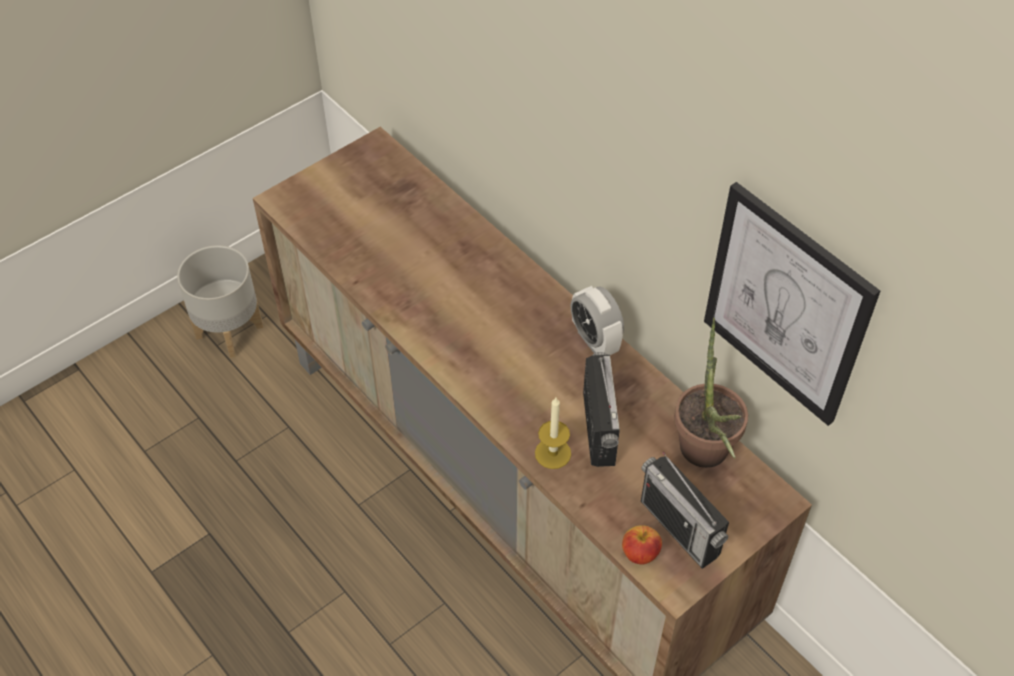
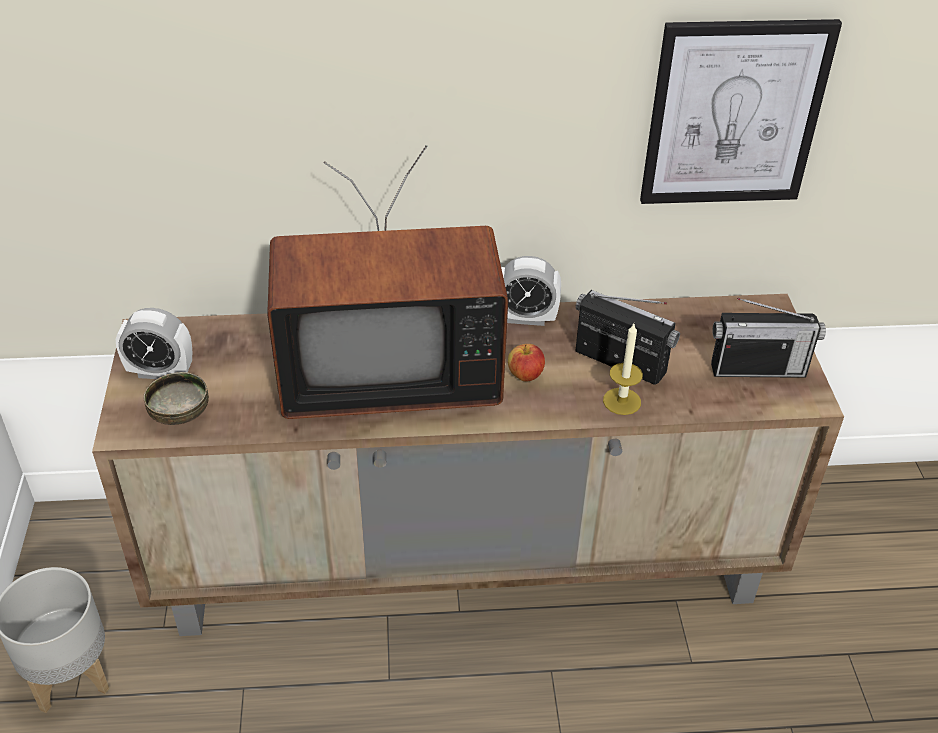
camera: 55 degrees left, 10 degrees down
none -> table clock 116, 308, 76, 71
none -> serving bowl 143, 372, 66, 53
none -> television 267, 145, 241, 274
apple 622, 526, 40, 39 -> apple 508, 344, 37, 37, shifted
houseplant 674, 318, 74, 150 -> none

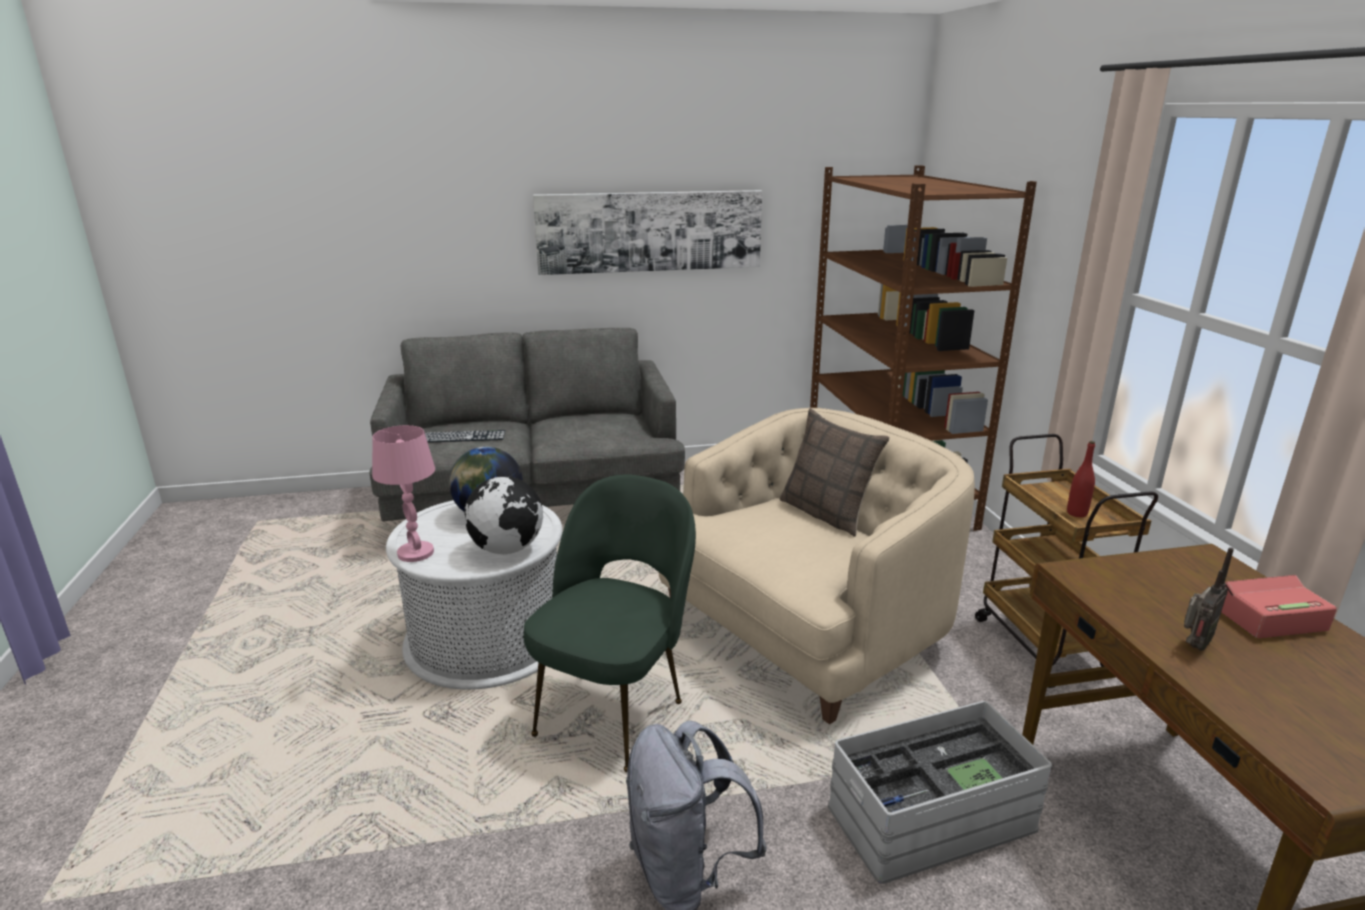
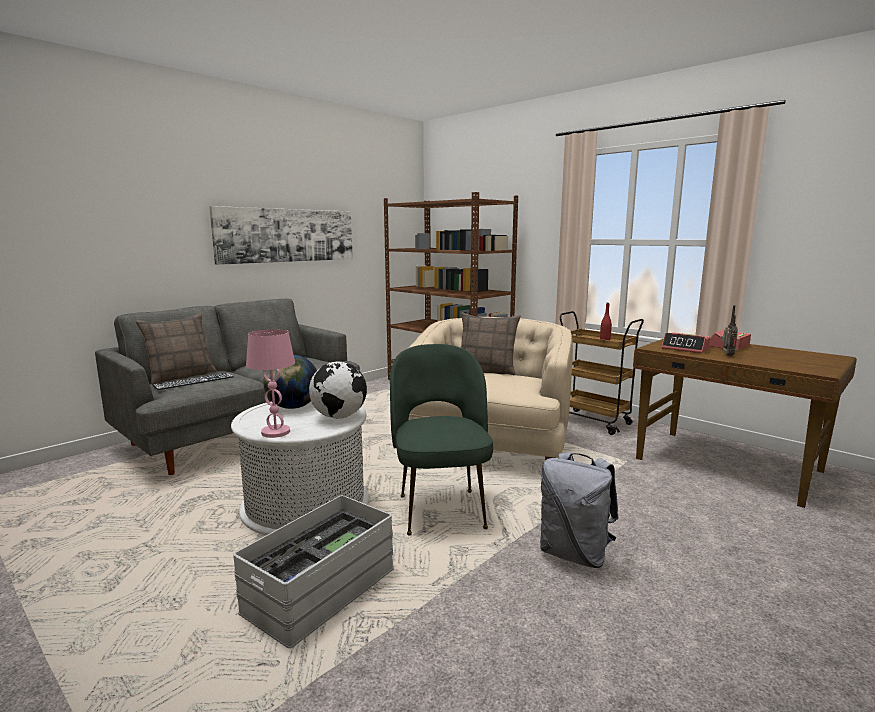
camera: 35 degrees left, 10 degrees down
none -> cushion 135, 314, 82, 71
storage bin (grey) 828, 701, 224, 183 -> storage bin (grey) 233, 495, 161, 153, shifted
none -> table clock 662, 332, 48, 21

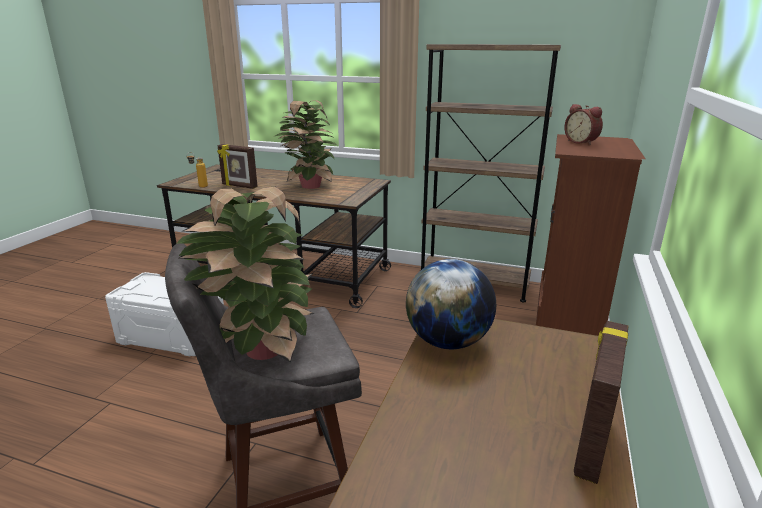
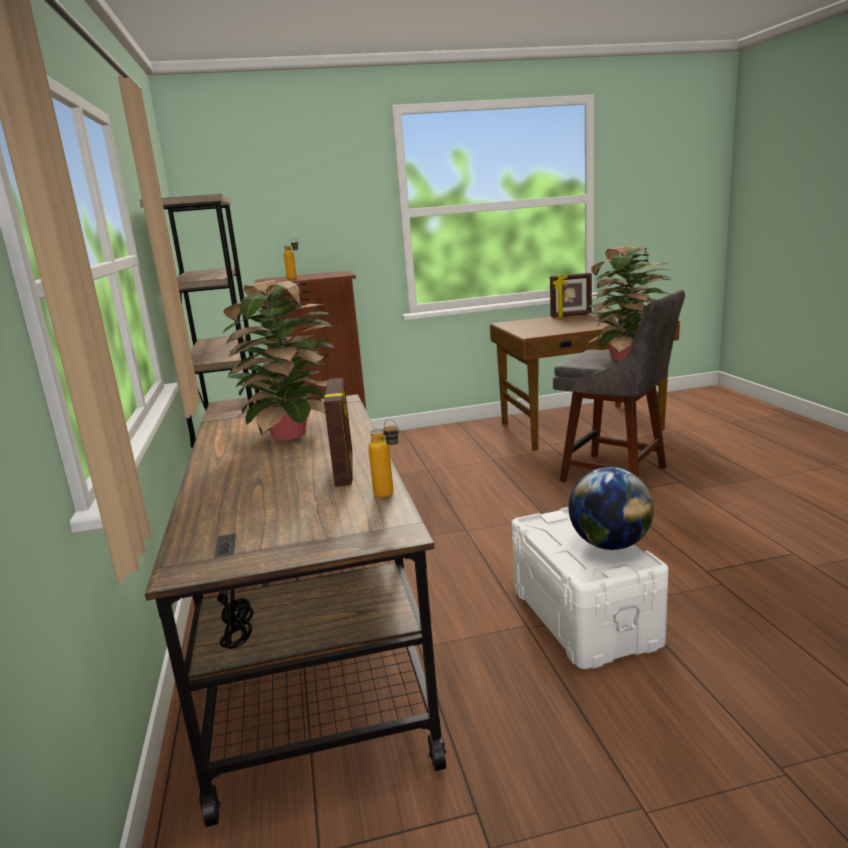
camera: 120 degrees left, 5 degrees down
table clock 564, 104, 39, 41 -> drink bottle 284, 238, 14, 42
world globe 406, 259, 90, 90 -> world globe 569, 467, 85, 83, shifted

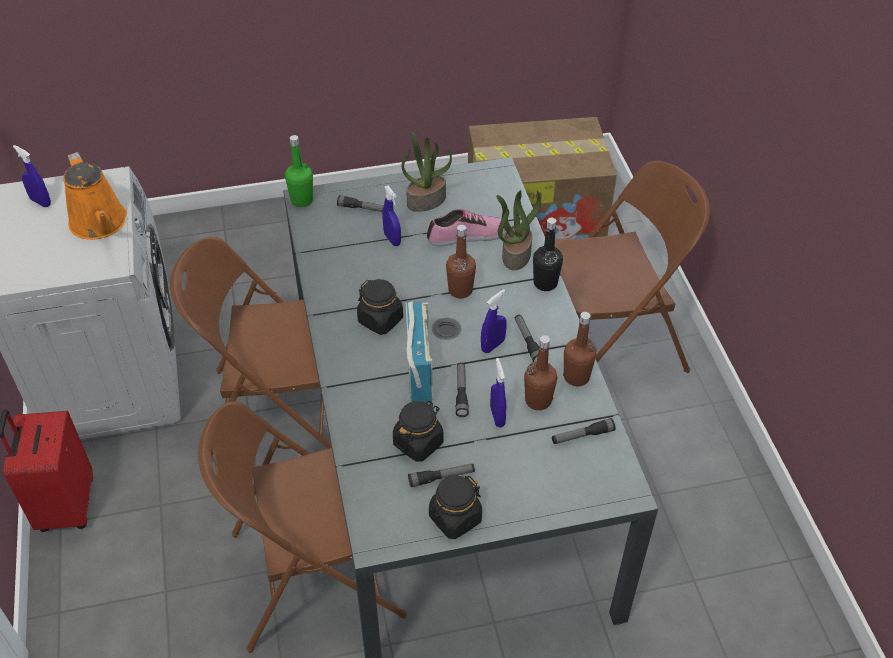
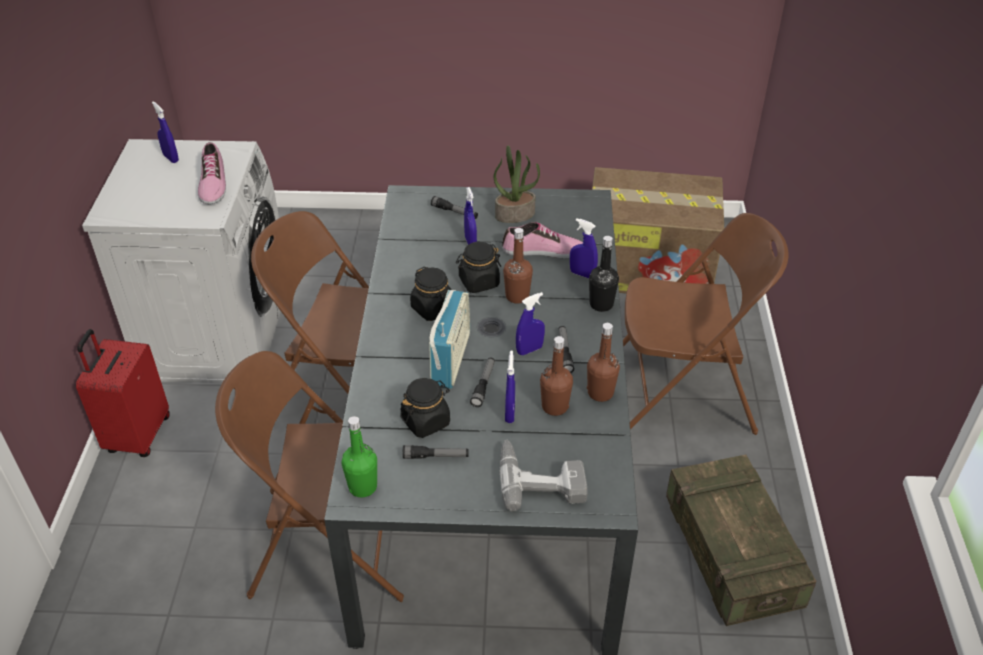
camera: 15 degrees right, 5 degrees down
watering pot (orangey) 63, 152, 64, 88 -> shoe 198, 142, 28, 63
drink bottle (greenish) 285, 135, 28, 72 -> drink bottle (greenish) 342, 416, 35, 82, shifted
jar (black-coloured) 429, 475, 53, 64 -> jar (black-coloured) 456, 242, 45, 51, shifted
none -> power drill 499, 440, 88, 71
houseplant 496, 190, 45, 80 -> hand sprayer (blue-coloured) 570, 218, 28, 60
none -> shipping crate 666, 455, 150, 171
torch 552, 418, 63, 26 -> none

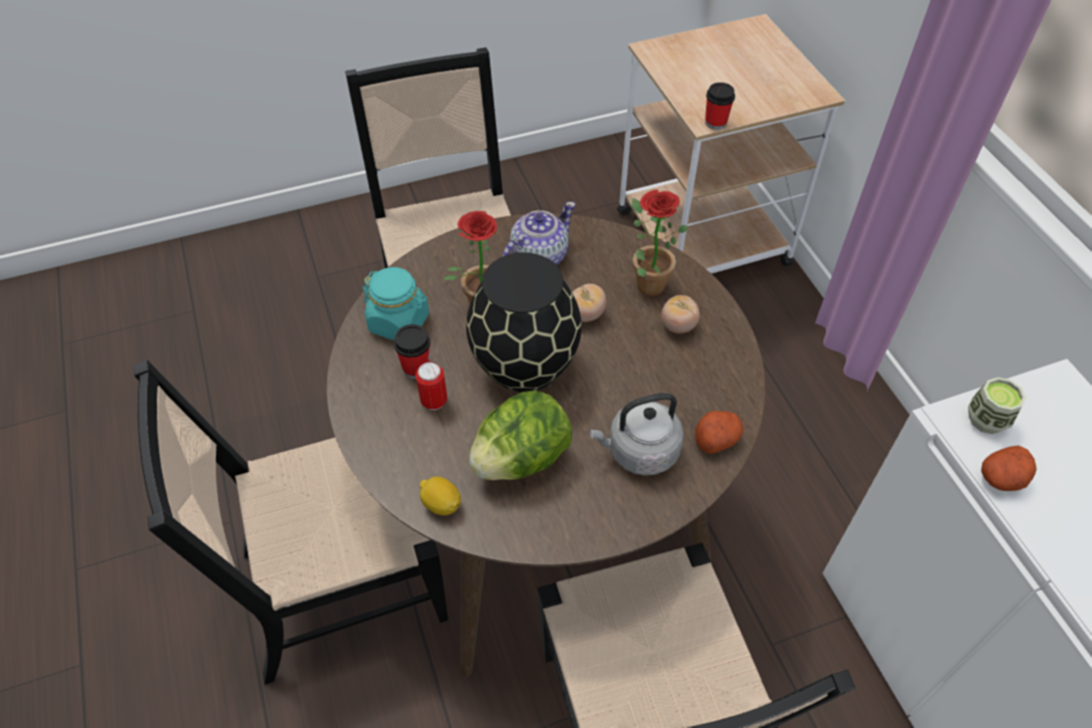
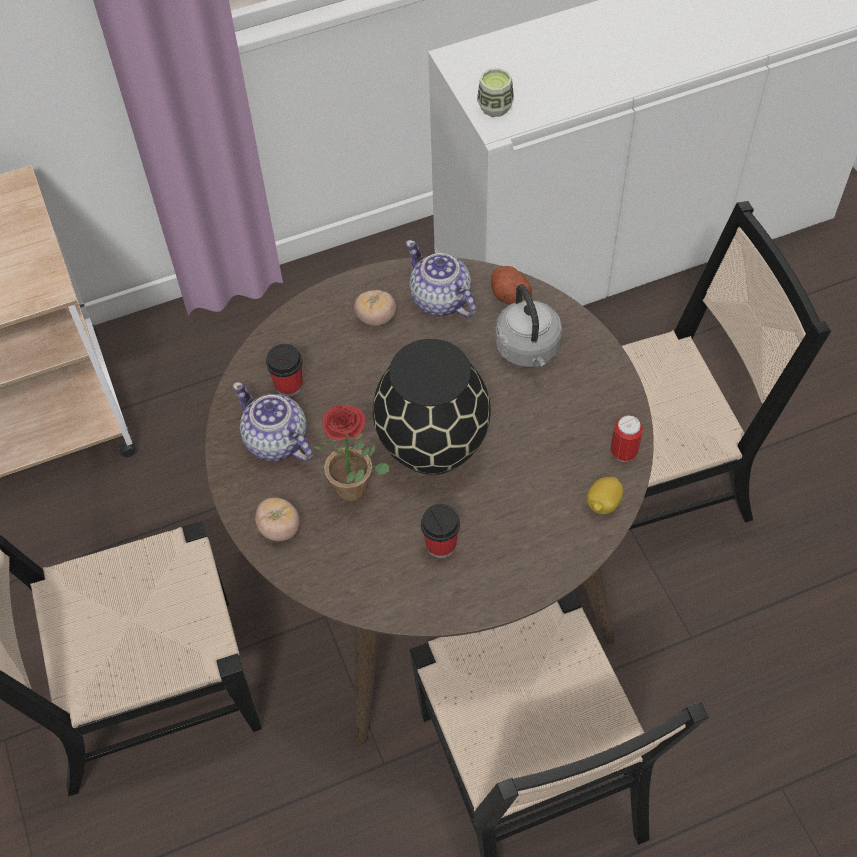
camera: 90 degrees left, 5 degrees up
whole tomato 572, 284, 34, 38 -> whole tomato 255, 497, 45, 44, shifted
cup 705, 82, 30, 48 -> cup 266, 344, 37, 53, shifted
none -> pot for tea 406, 240, 70, 78
can 416, 362, 31, 48 -> can 611, 415, 32, 47, shifted
jar (turquoise) 362, 267, 67, 73 -> none
head of lettuce 469, 391, 104, 89 -> none
houseplant 632, 189, 56, 107 -> none
whole potato 981, 446, 55, 45 -> none

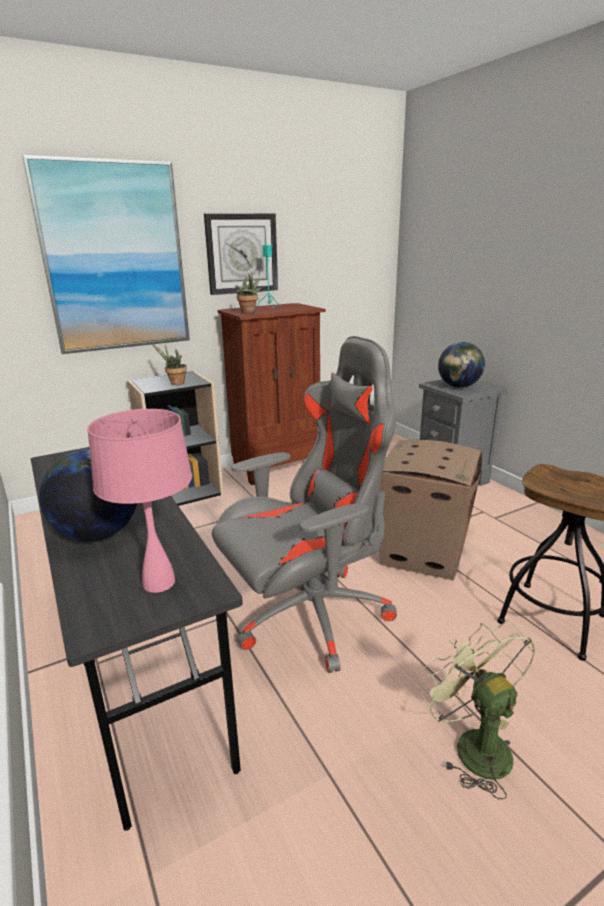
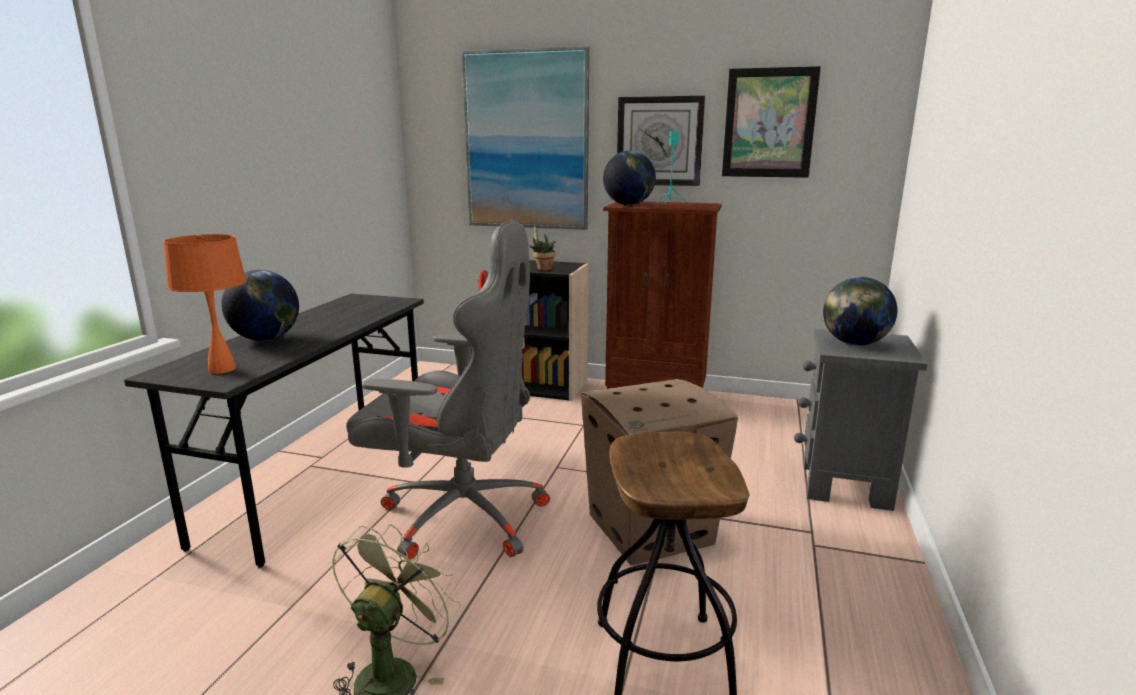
camera: 45 degrees right, 5 degrees down
lamp for a table (pink-coloured) 87, 409, 105, 184 -> lamp for a table (orangey) 163, 234, 83, 140
houseplant 235, 273, 27, 40 -> world globe 603, 151, 53, 54
none -> wall art 722, 66, 99, 112

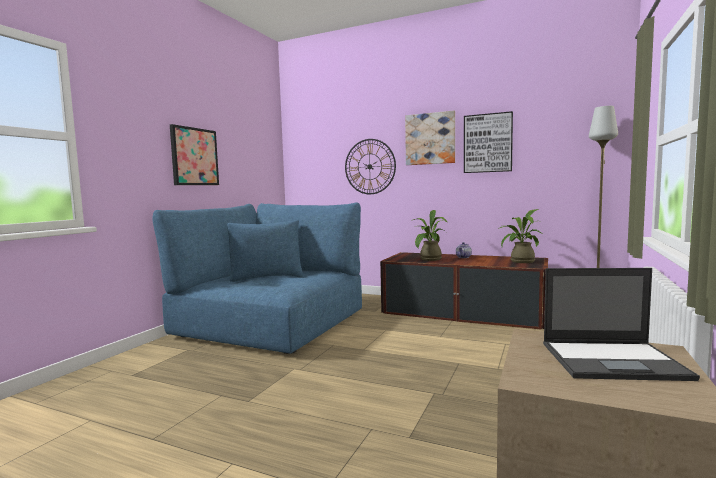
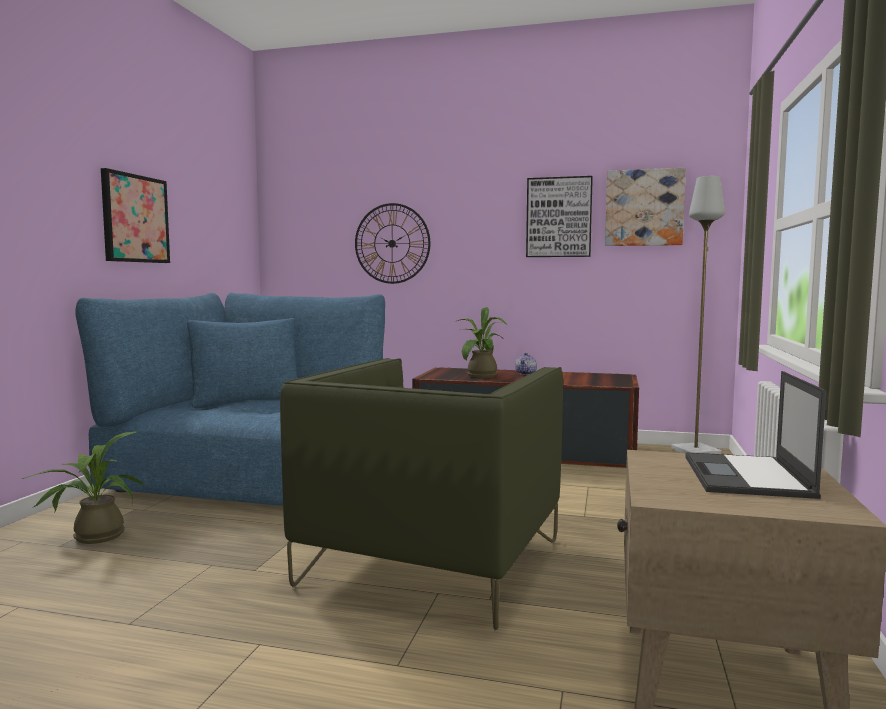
camera: 10 degrees left, 0 degrees up
houseplant 498, 209, 46, 54 -> houseplant 22, 431, 123, 113, shifted
none -> easy chair (greenish) 280, 358, 283, 273
wall art 405, 111, 50, 54 -> wall art 605, 168, 81, 78, shifted
laptop 543, 268, 157, 113 -> laptop 685, 371, 141, 128, 105 degrees clockwise

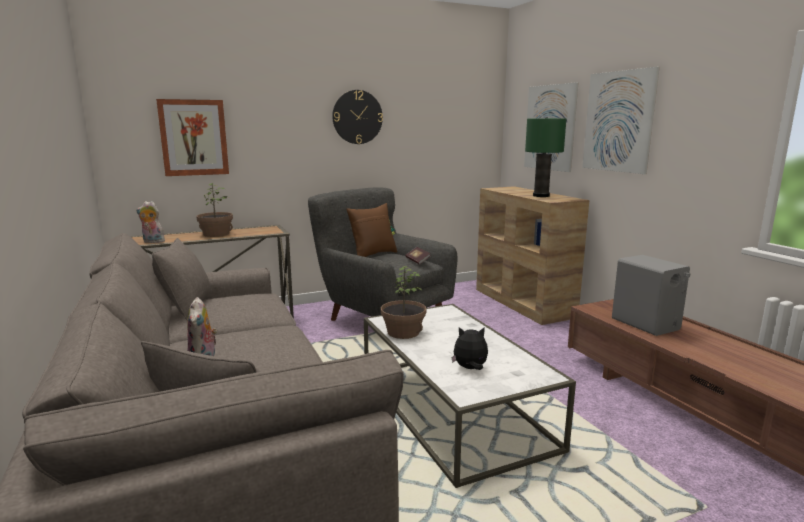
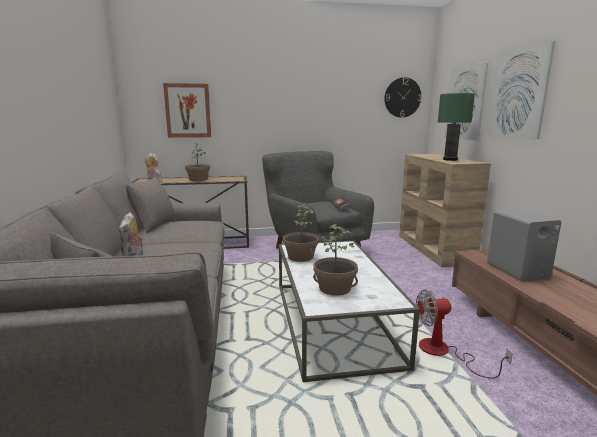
camera: 15 degrees right, 0 degrees up
cuddly toy 451, 327, 37, 43 -> houseplant 313, 224, 45, 72
hanging clock 332, 90, 51, 54 -> hanging clock 385, 77, 37, 41, shifted
none -> cooling fan 416, 289, 97, 90
cushion (brown) 346, 203, 51, 54 -> none

